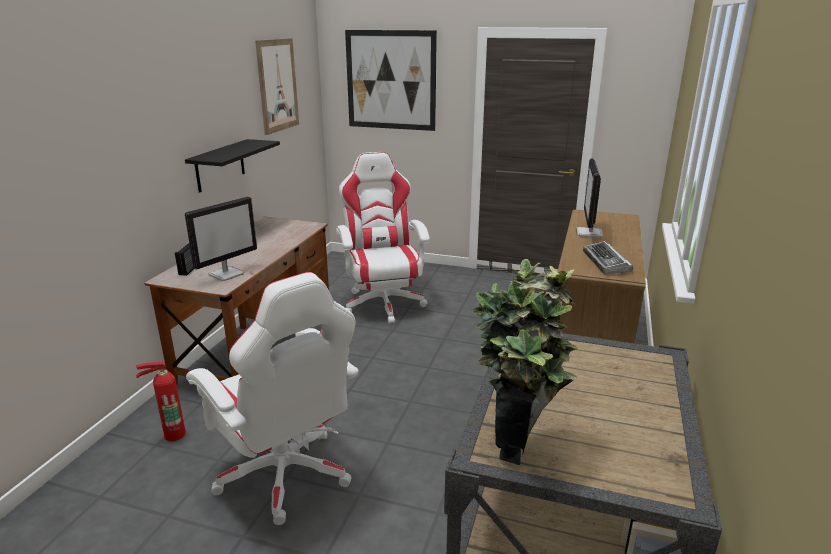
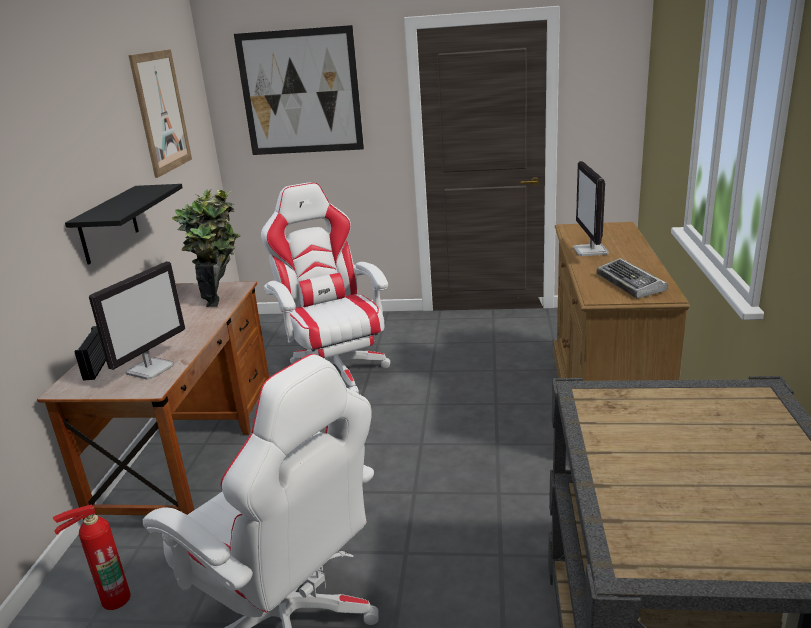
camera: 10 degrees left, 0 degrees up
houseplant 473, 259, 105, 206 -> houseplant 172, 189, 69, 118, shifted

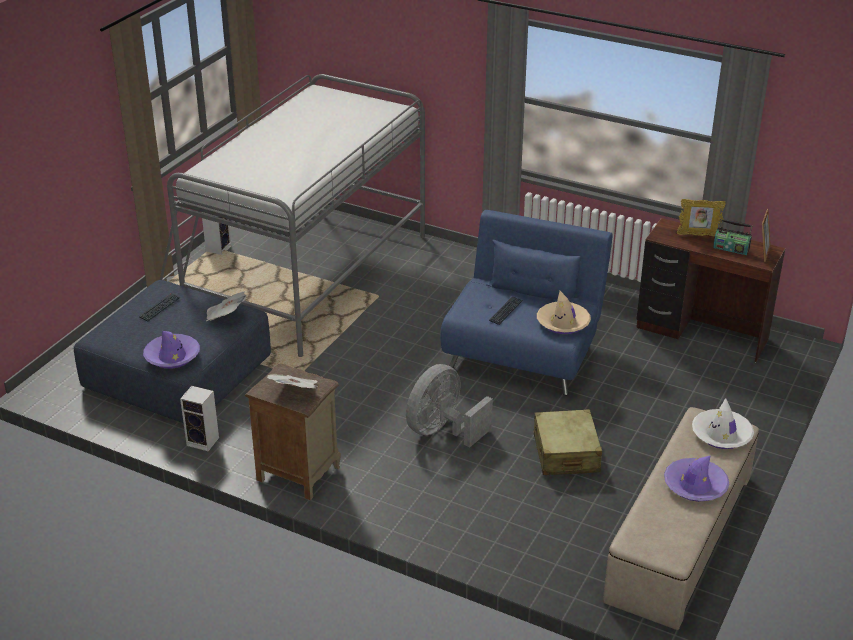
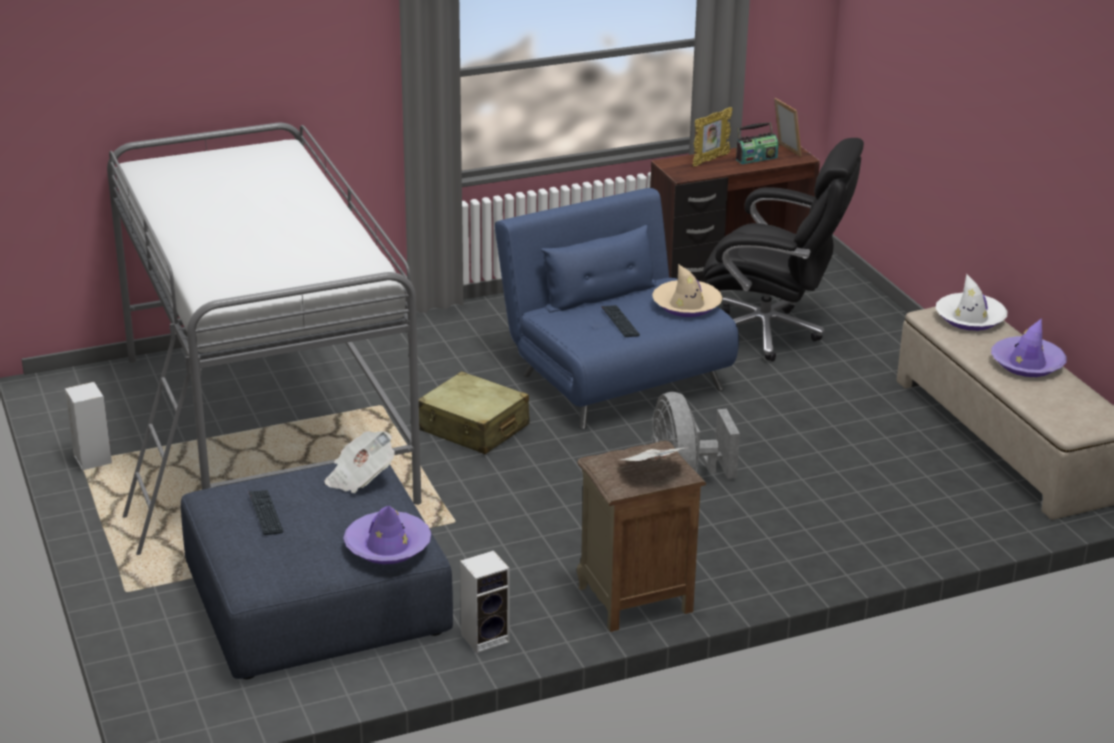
camera: 50 degrees left, 5 degrees down
suitcase (sand-coloured) 533, 409, 69, 66 -> suitcase (sand-coloured) 419, 371, 110, 83, shifted
none -> computer chair (black-coloured) 703, 138, 161, 224

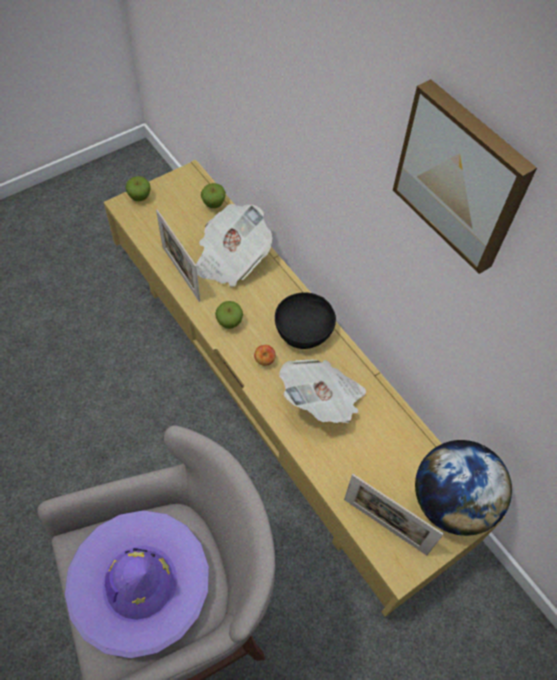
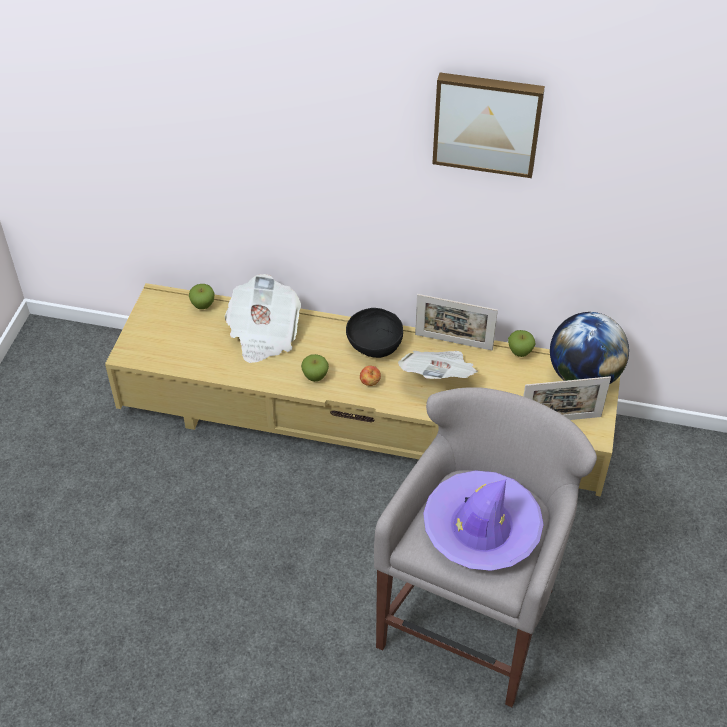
camera: 40 degrees left, 10 degrees down
photo frame 156, 210, 44, 92 -> photo frame 415, 294, 83, 57, shifted
apple 126, 176, 25, 25 -> apple 508, 330, 27, 27, shifted

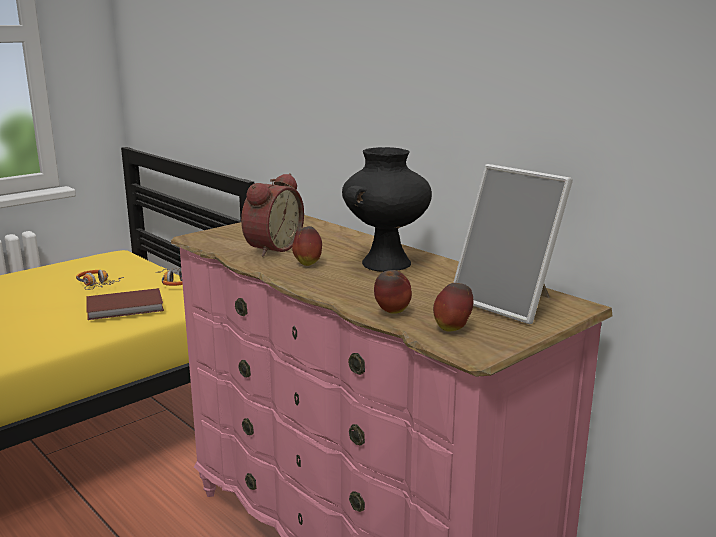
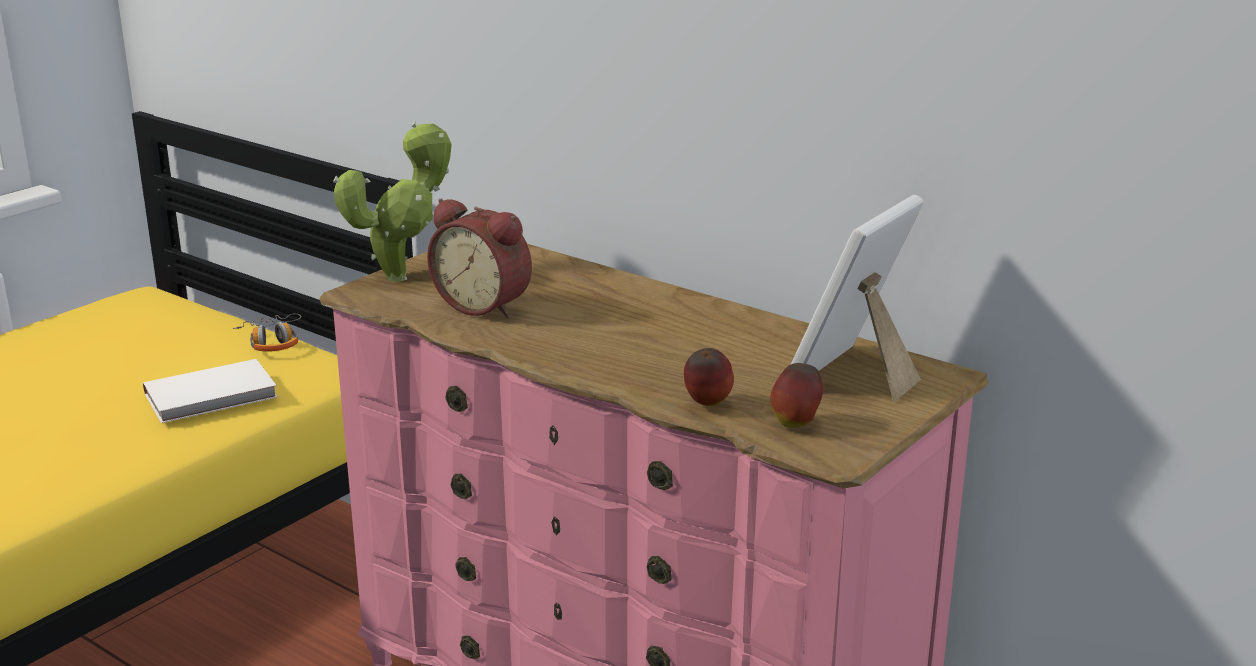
camera: 10 degrees left, 5 degrees up
bound book (brown) 86, 288, 78, 32 -> bound book (white-coloured) 143, 359, 135, 64
none -> houseplant 333, 121, 119, 161
table clock 241, 173, 63, 84 -> table clock 427, 199, 105, 119, 105 degrees clockwise
photo frame 453, 164, 120, 160 -> photo frame 791, 195, 133, 206, 90 degrees clockwise
headphones 76, 270, 48, 20 -> none
apple 292, 226, 30, 40 -> none
flower vase (black-coloured) 342, 147, 90, 125 -> none

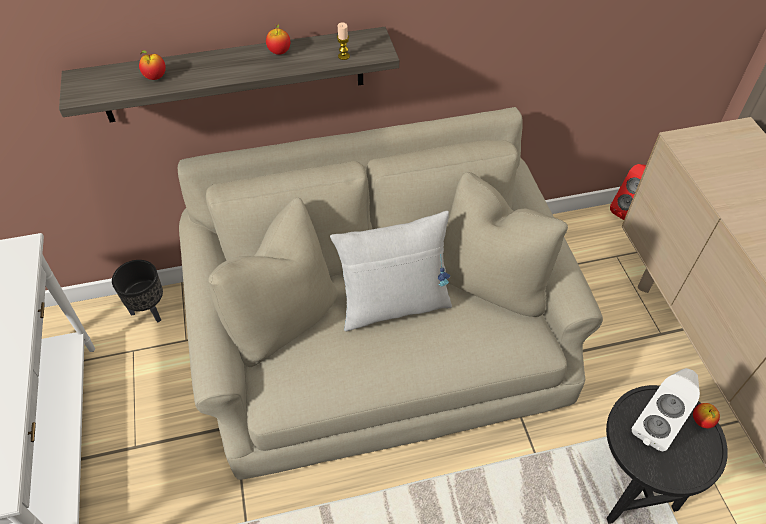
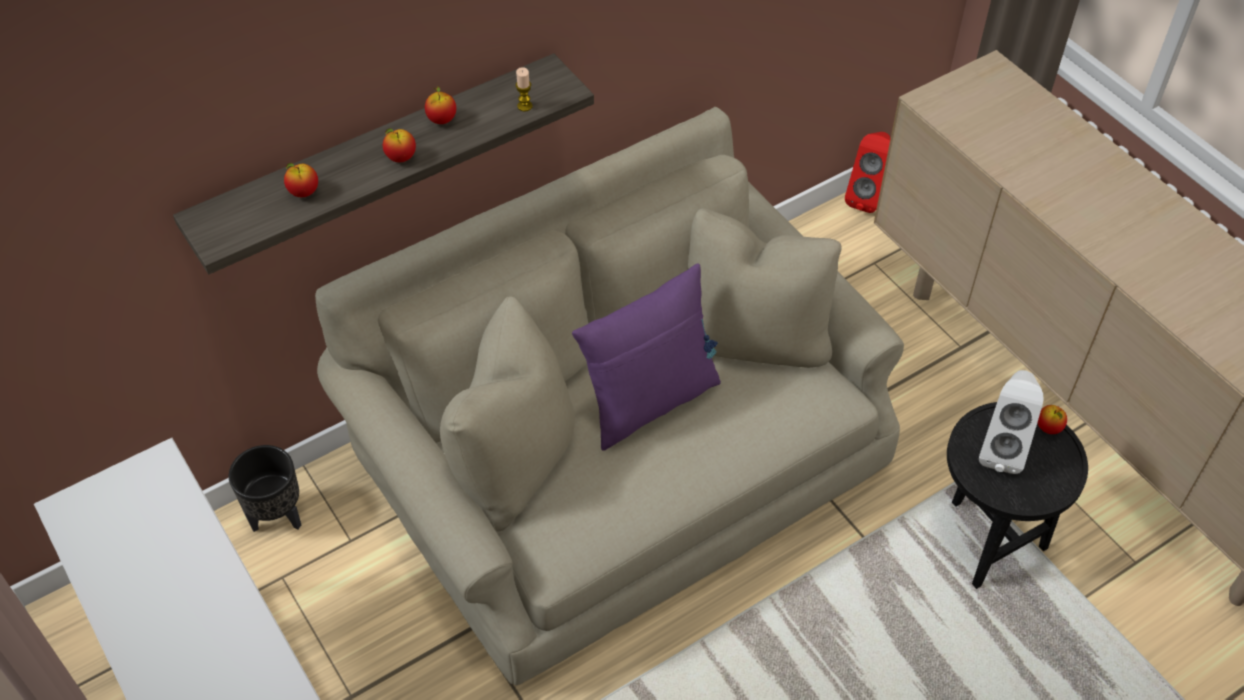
camera: 20 degrees left, 0 degrees up
none -> apple 383, 128, 33, 34
cushion (grey) 330, 211, 122, 121 -> cushion (purple-coloured) 572, 263, 149, 188

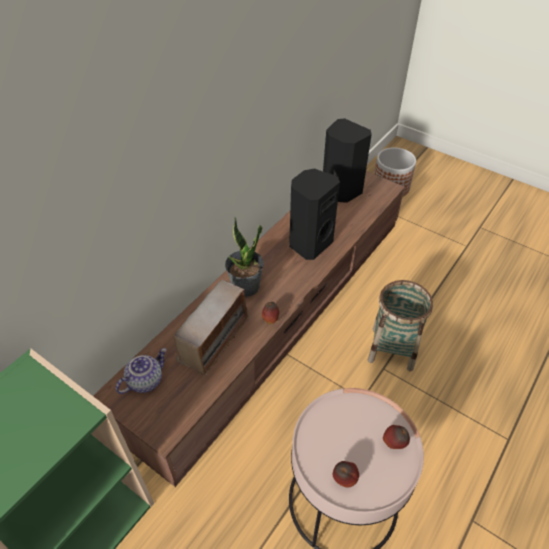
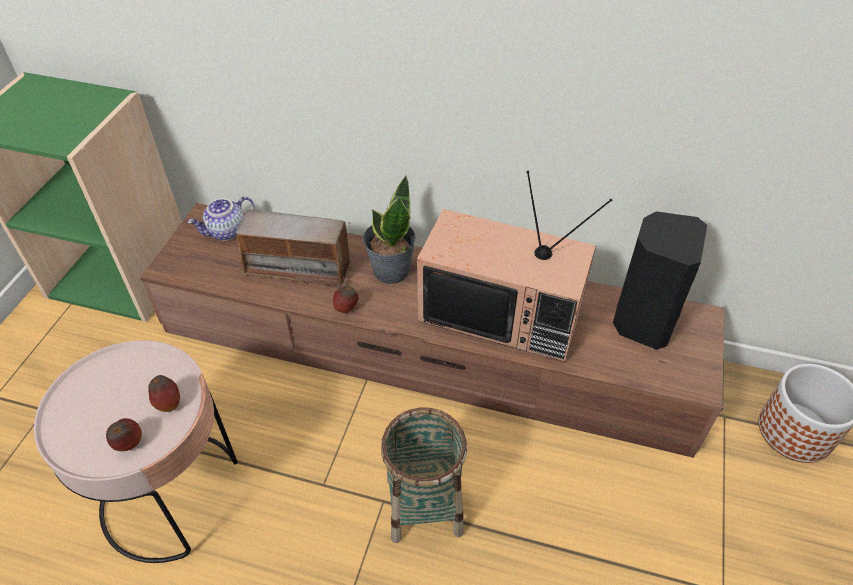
camera: 70 degrees right, 0 degrees up
apple 333, 461, 26, 27 -> apple 148, 375, 32, 37, shifted
pot for tea 115, 348, 52, 46 -> pot for tea 188, 196, 67, 44, 120 degrees clockwise
speaker (black-coloured) 289, 169, 51, 91 -> television 417, 171, 196, 191

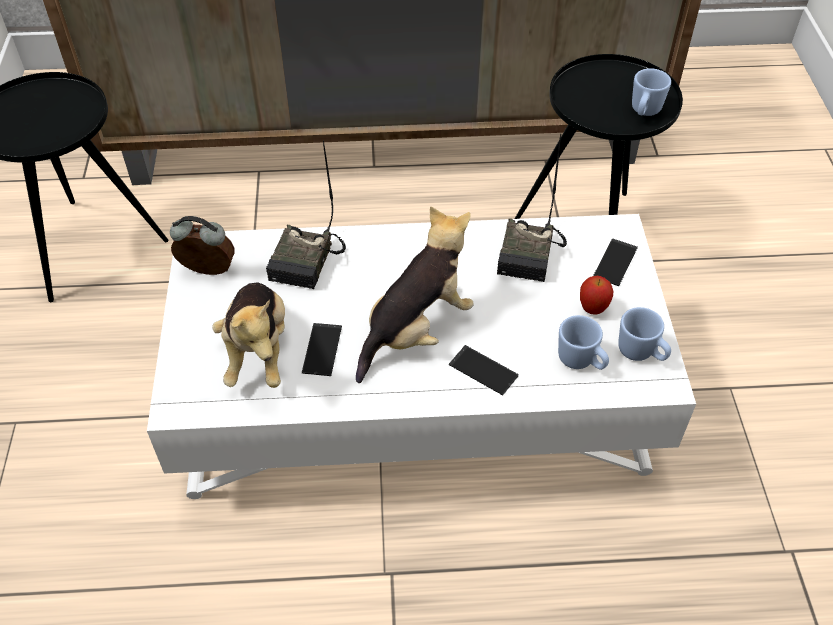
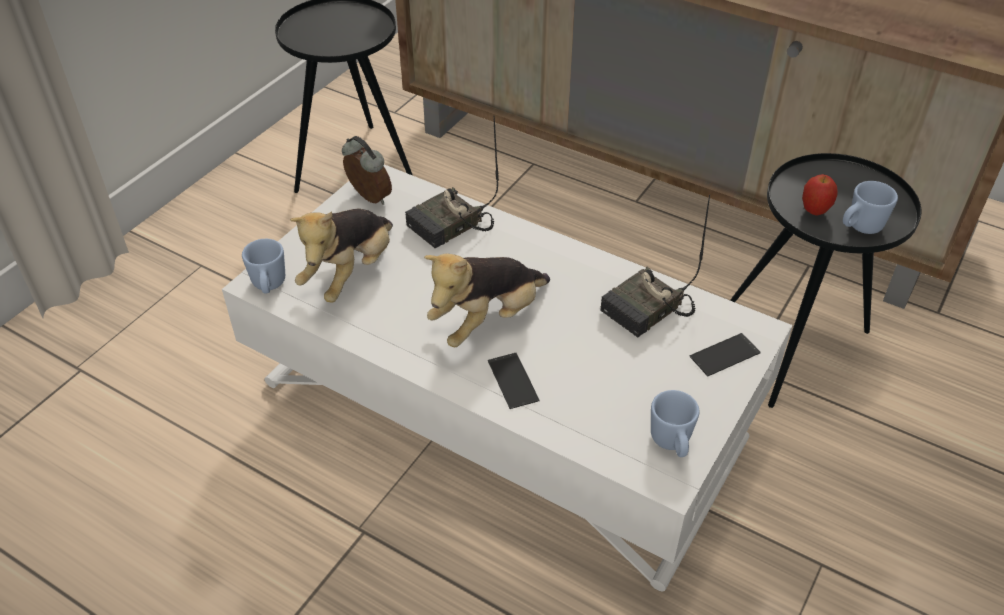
camera: 35 degrees right, 5 degrees down
tea mug (blue-coloured) 558, 315, 51, 55 -> tea mug (blue-coloured) 242, 239, 43, 55, shifted
cuddly toy 356, 206, 117, 177 -> cuddly toy 424, 253, 126, 94, 150 degrees clockwise
apple 580, 276, 33, 39 -> apple 802, 174, 36, 41, shifted
telephone 302, 323, 40, 53 -> none

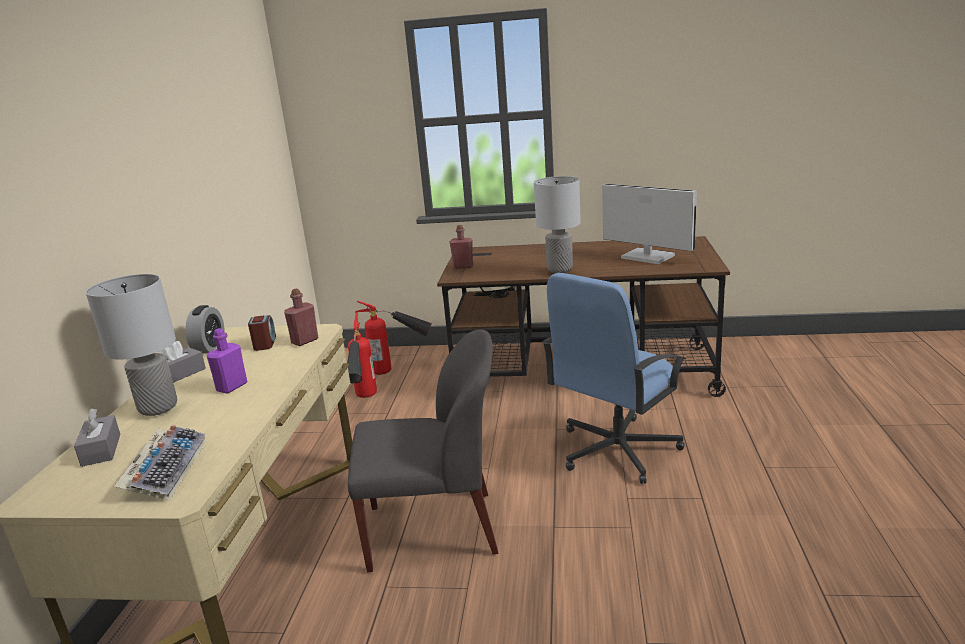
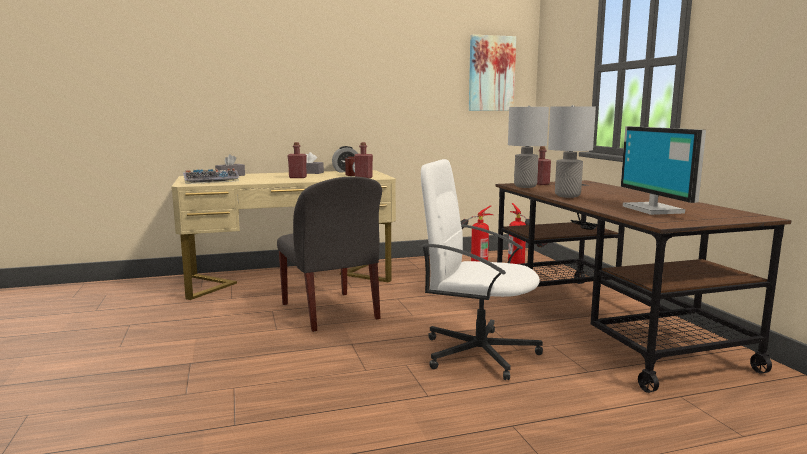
camera: 65 degrees right, 10 degrees down
drink bottle (purple-coloured) 207, 328, 41, 66 -> drink bottle (red) 287, 142, 20, 36
computer chair (blue-coloured) 542, 273, 144, 211 -> computer chair (white-coloured) 421, 159, 122, 221
none -> wall art 469, 35, 47, 76
lamp for a table (grey) 85, 274, 92, 142 -> lamp for a table (grey) 508, 106, 41, 82, shifted
computer display 602, 184, 95, 80 -> computer display 621, 126, 85, 89, 150 degrees clockwise

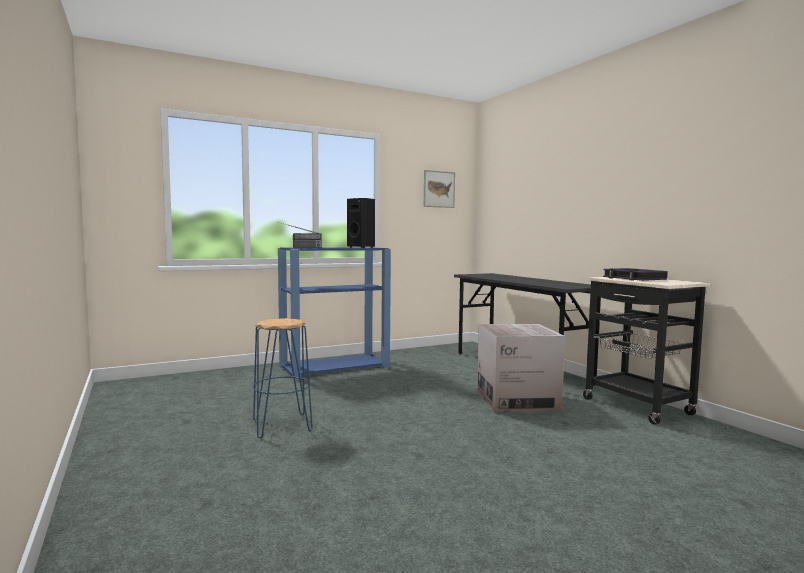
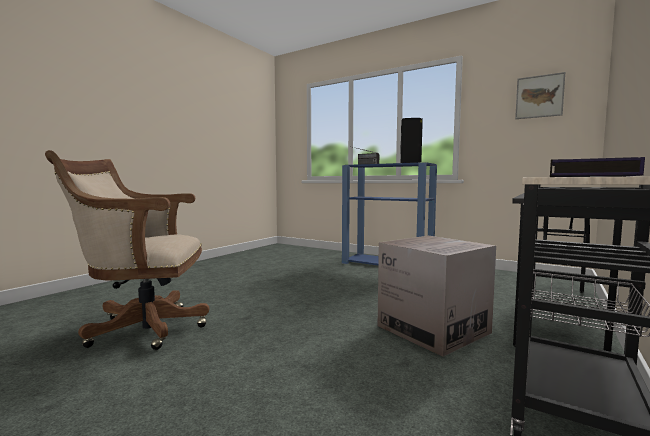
camera: 60 degrees right, 0 degrees up
none -> computer chair 45, 150, 164, 200
stool (blue-coloured) 252, 318, 61, 120 -> none

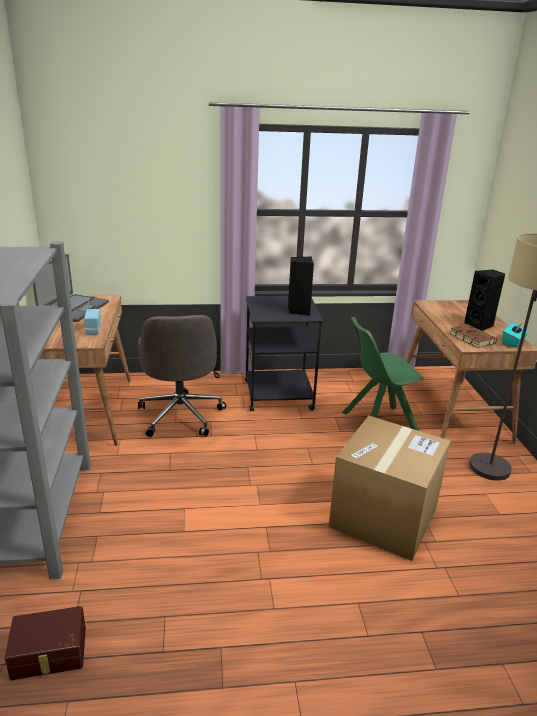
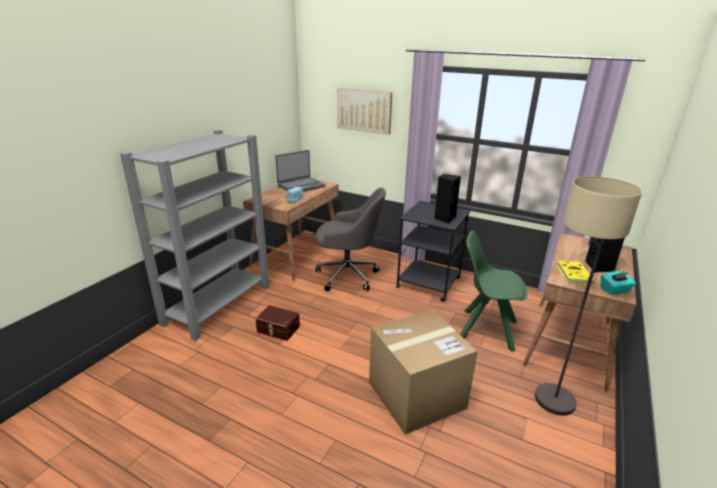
camera: 35 degrees right, 0 degrees up
storage bin (brown) 5, 606, 81, 74 -> storage bin (brown) 255, 305, 45, 36, shifted
computer chair (grey) 138, 315, 88, 122 -> computer chair (grey) 316, 188, 70, 103, 105 degrees counterclockwise
none -> wall art 337, 88, 55, 47
bound book (brown) 450, 324, 47, 24 -> bound book (yellow-coloured) 556, 261, 39, 25

